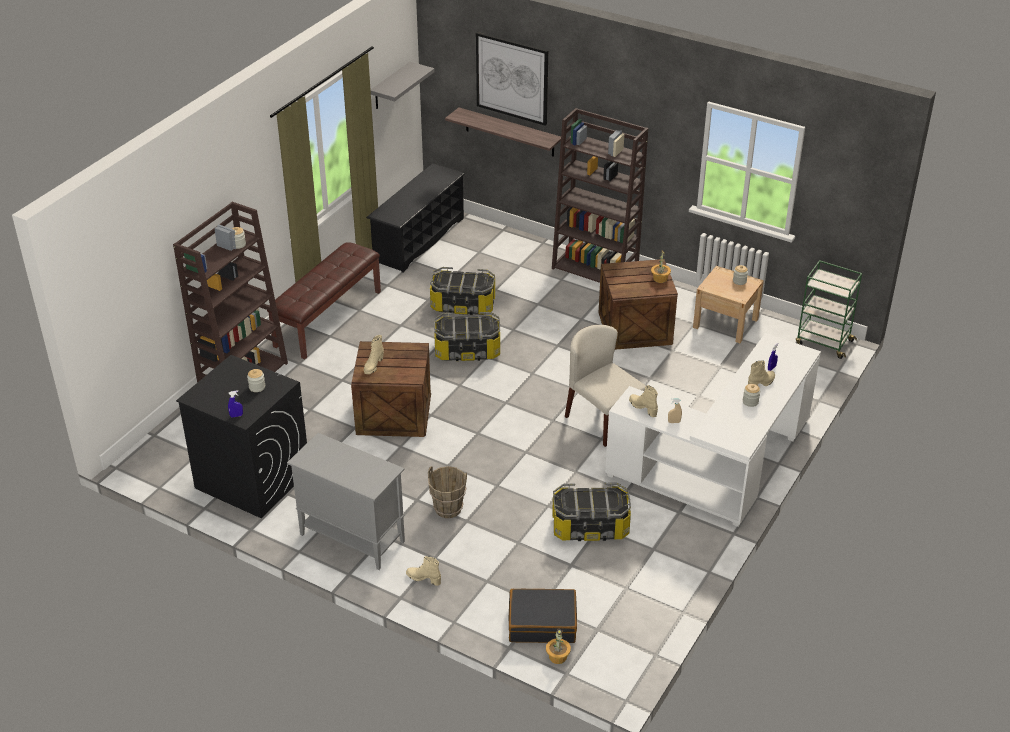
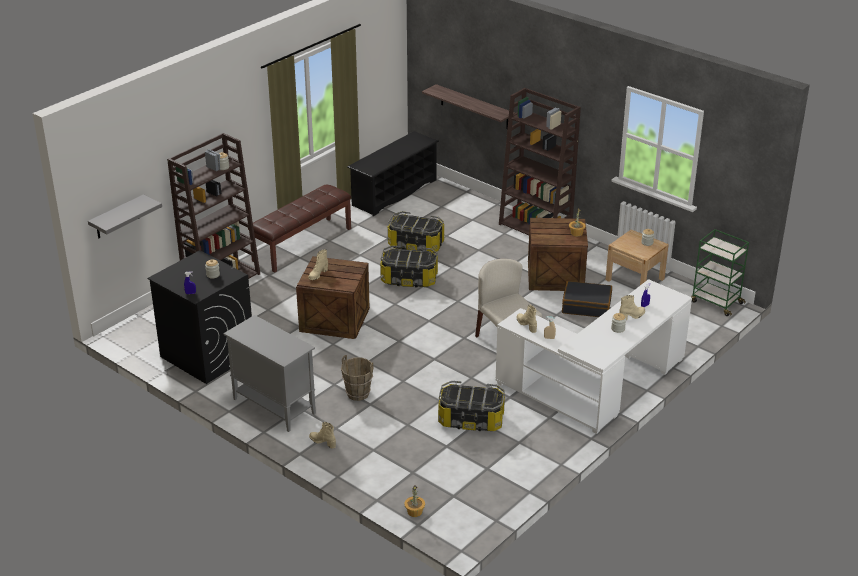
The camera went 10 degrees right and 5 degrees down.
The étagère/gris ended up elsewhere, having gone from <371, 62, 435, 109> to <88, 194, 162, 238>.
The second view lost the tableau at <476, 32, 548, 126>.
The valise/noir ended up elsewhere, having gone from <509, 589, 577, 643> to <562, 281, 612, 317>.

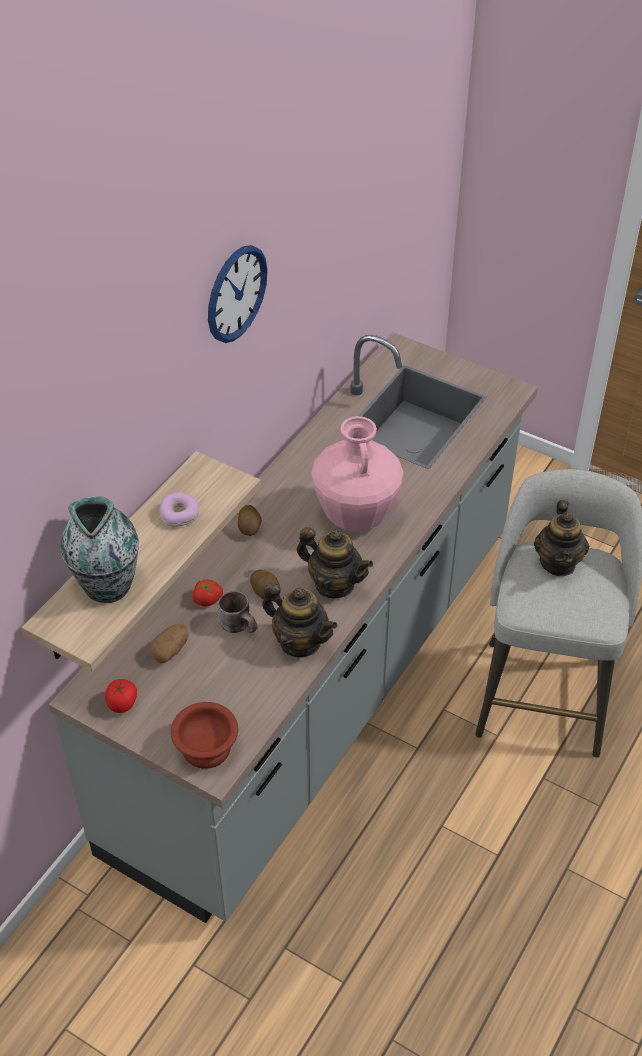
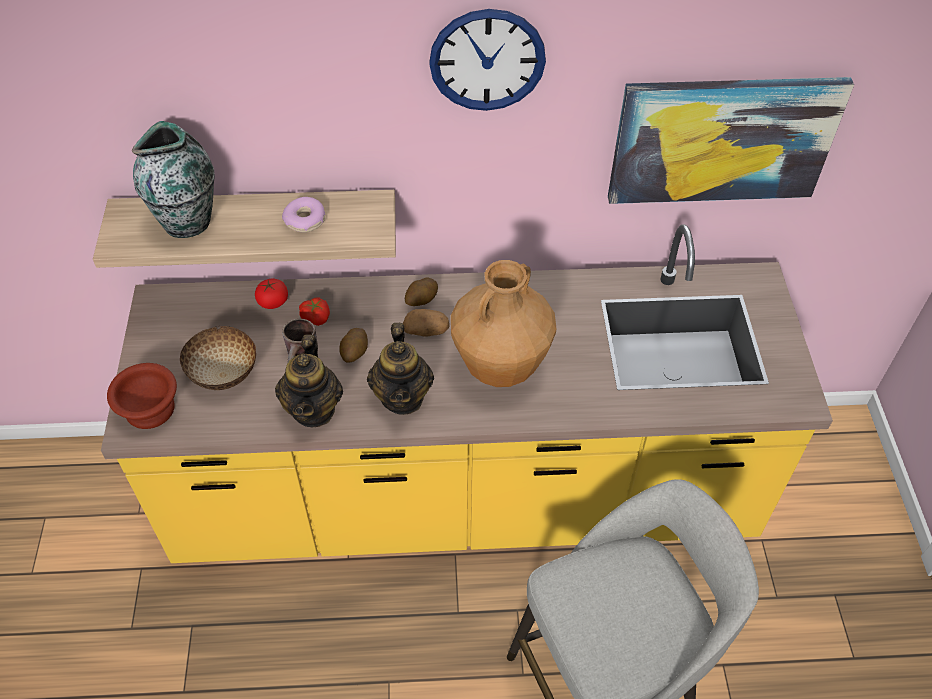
The camera went 55 degrees right and 5 degrees up.
What was the comptoir de cuisine/gris at <49, 332, 538, 923> turned into the comptoir de cuisine/jaune at <101, 225, 833, 563>.
The tomate ended up elsewhere, having gone from <105, 679, 137, 713> to <255, 278, 288, 309>.
The pomme de terre ended up elsewhere, having gone from <150, 624, 188, 664> to <403, 309, 449, 337>.
What was the vase/rose at <311, 416, 403, 532> turned into the vase/marron at <451, 260, 556, 387>.
The second view lost the théière at <534, 500, 589, 576>.
The second view gained the bol at <180, 326, 256, 390>.
The second view gained the tableau at <608, 77, 854, 204>.

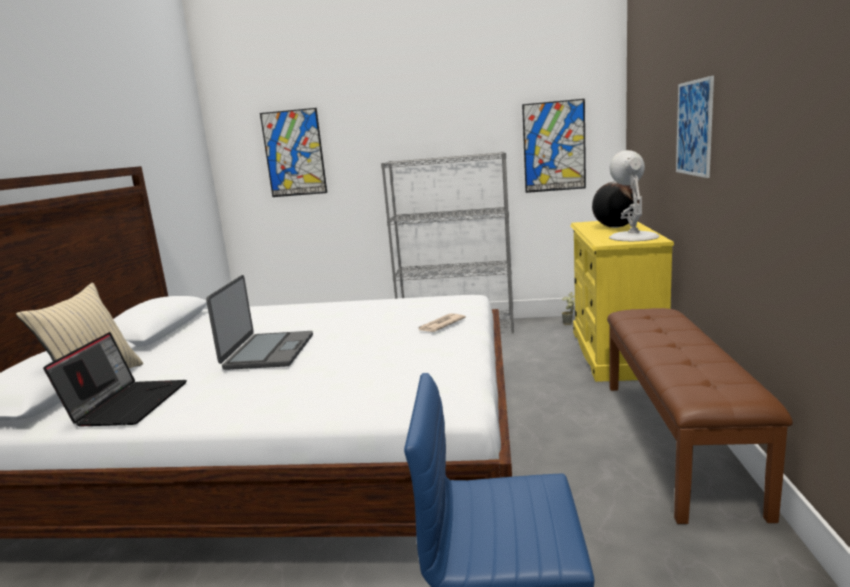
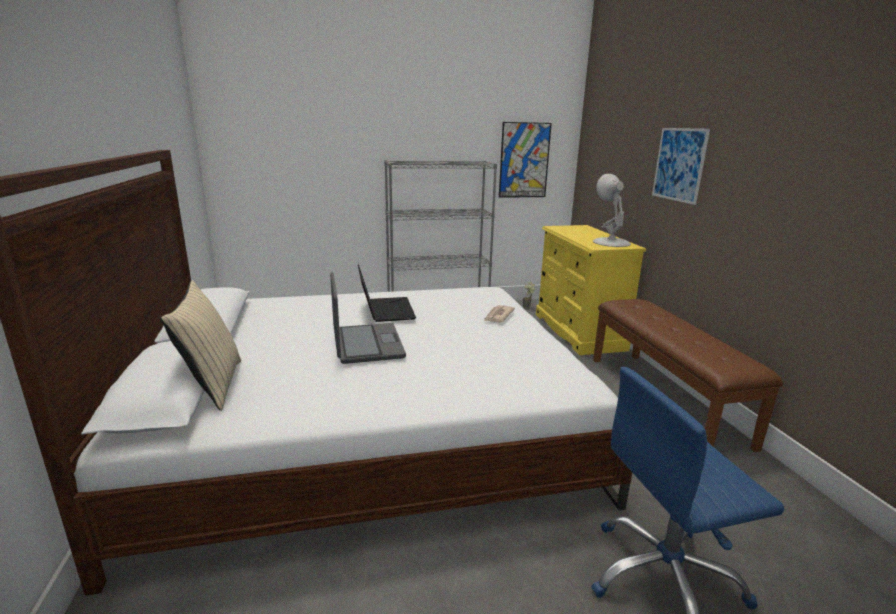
The camera went 20 degrees left and 5 degrees up.
The ordinateur portable ended up elsewhere, having gone from <43, 332, 187, 426> to <358, 264, 416, 322>.
The second view lost the tableau at <260, 108, 327, 197>.
The second view lost the globe at <592, 181, 639, 228>.

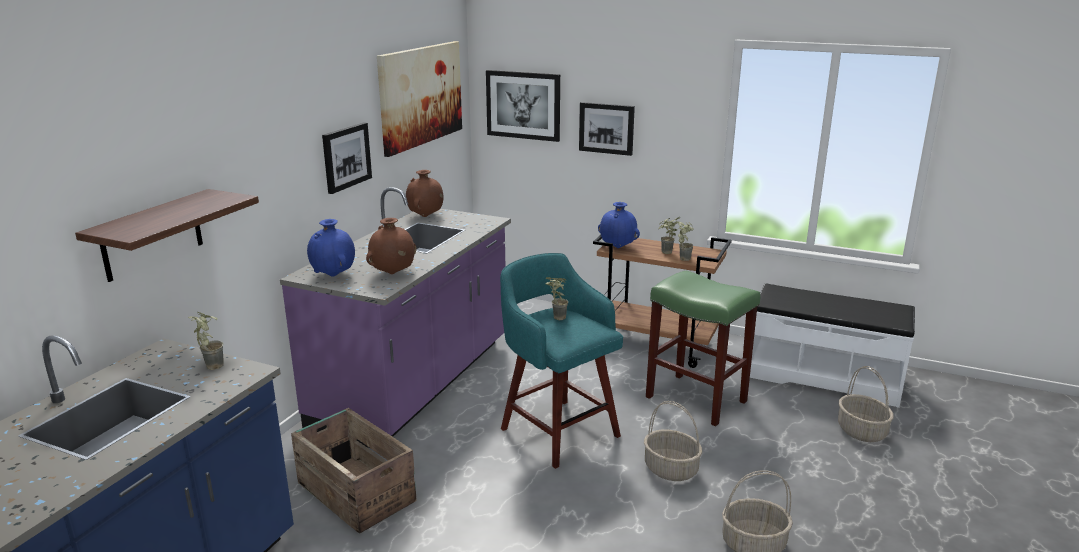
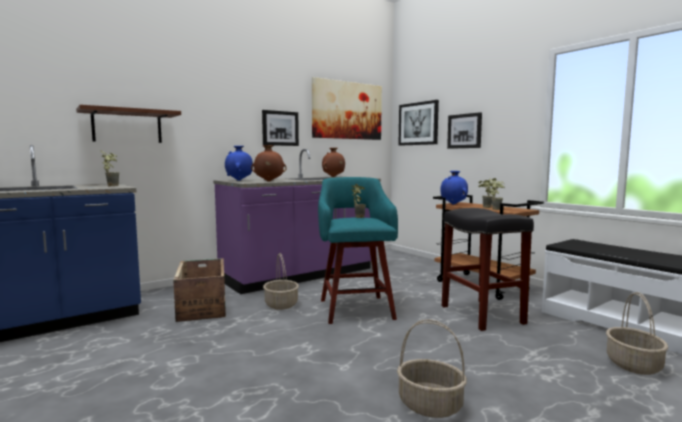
The camera went 30 degrees right and 15 degrees down.
The panier ended up elsewhere, having gone from <644, 401, 702, 481> to <263, 253, 299, 310>.
What was the tabouret/vert at <646, 271, 760, 426> turned into the tabouret/noir at <442, 208, 534, 331>.

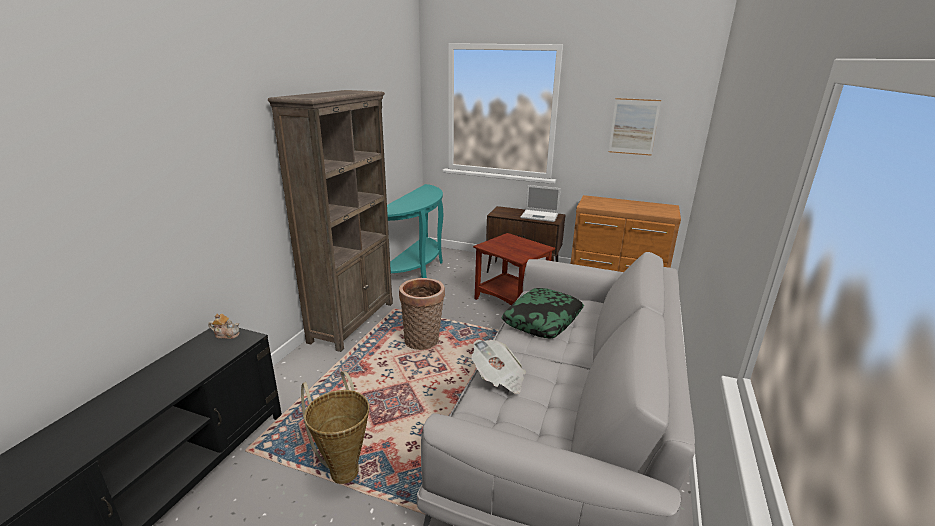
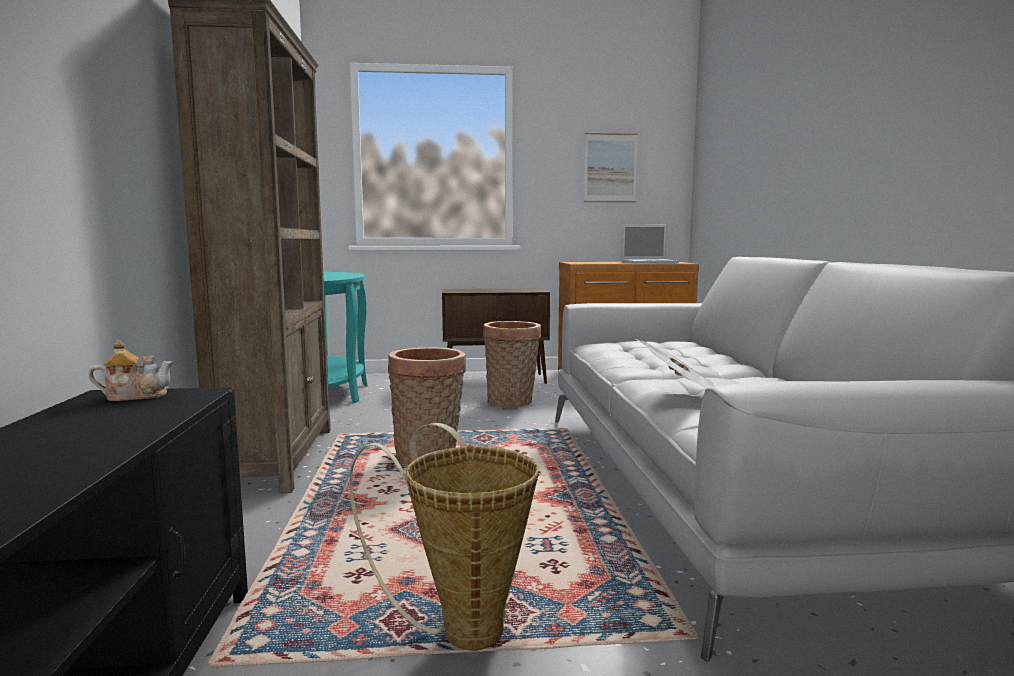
The camera went 25 degrees left and 15 degrees down.
Where the table d'appoint/marron stood at <473, 233, 555, 305>, the panier came to stand at <483, 321, 541, 408>.
The second view lost the coussin at <501, 288, 584, 338>.
The ordinateur portable ended up elsewhere, having gone from <520, 185, 561, 222> to <621, 224, 679, 263>.

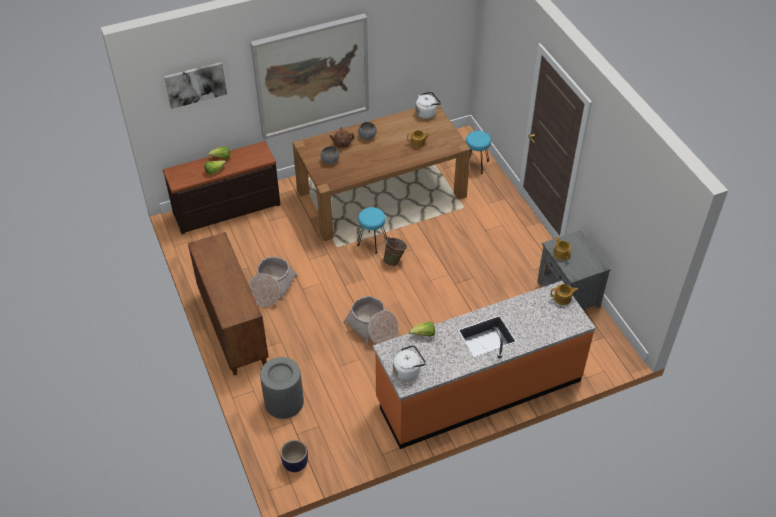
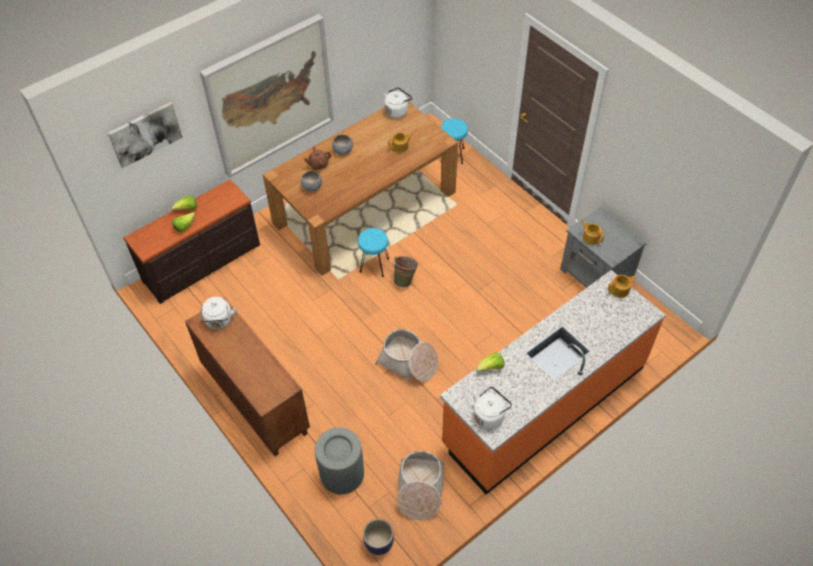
The camera went 15 degrees left and 5 degrees up.
The panier ended up elsewhere, having gone from <249, 257, 298, 307> to <397, 451, 445, 520>.
The second view gained the bouilloire/blanc at <200, 297, 236, 329>.

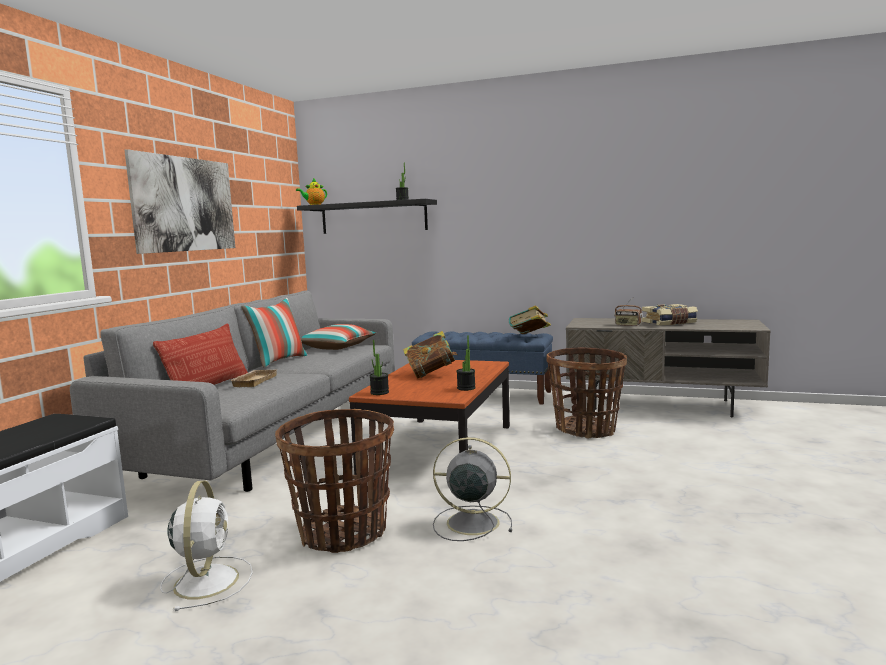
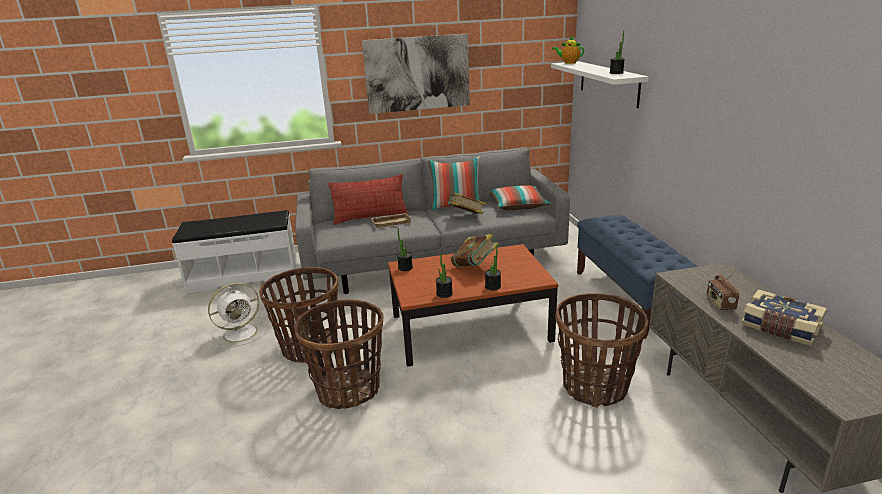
The camera went 60 degrees right and 15 degrees up.
What was the étagère/noir at <297, 199, 437, 234> turned into the étagère/blanc at <551, 61, 649, 108>.
Where the ventilateur/gris stood at <433, 437, 512, 541>, the panier came to stand at <294, 300, 383, 410>.
The livre ended up elsewhere, having gone from <509, 305, 551, 334> to <447, 193, 486, 214>.
The second view gained the plante en pot at <485, 245, 501, 291>.

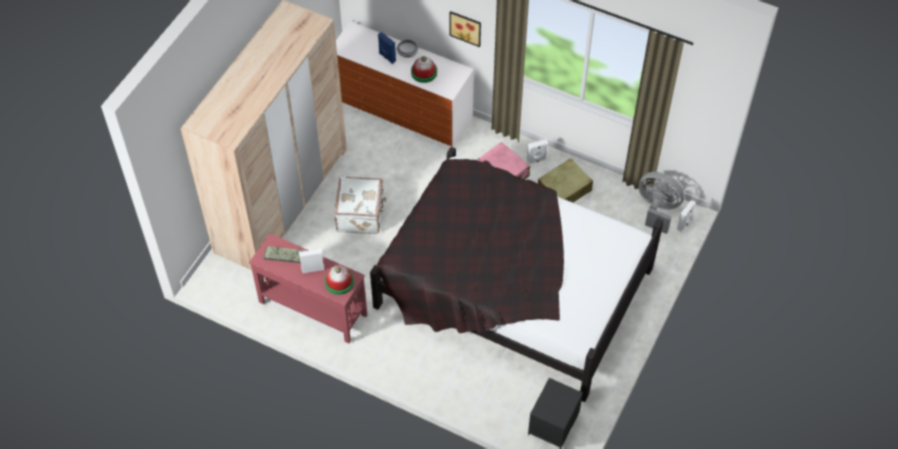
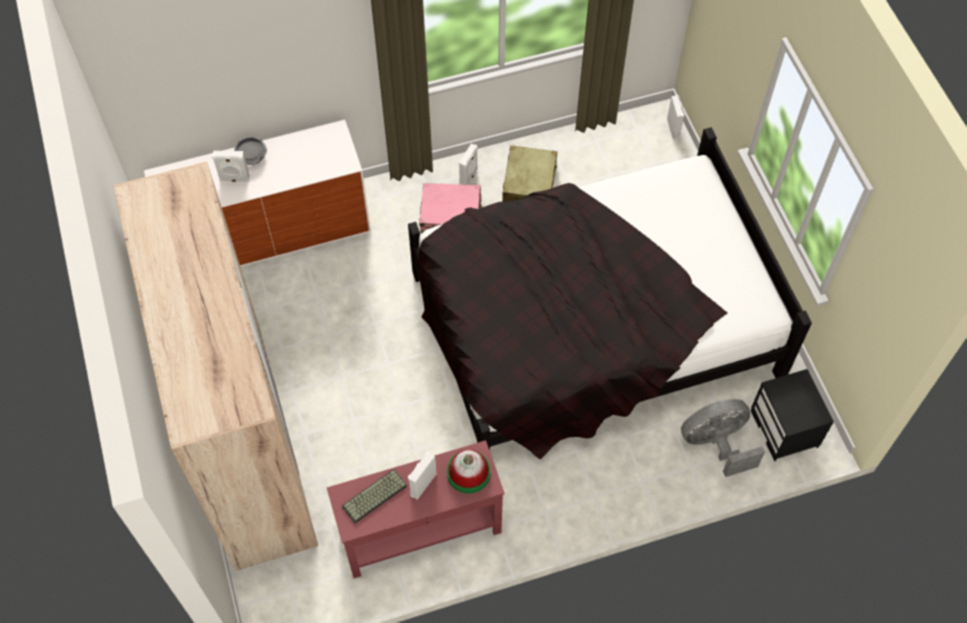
The camera went 45 degrees left and 5 degrees up.
The second view lost the valise/blanc at <334, 176, 386, 234>.
What was the enceinte/bleu at <378, 32, 396, 64> turned into the enceinte/blanc at <212, 151, 250, 182>.
The second view lost the chapeau at <411, 56, 437, 83>.
The second view lost the tableau at <449, 11, 481, 47>.
The ventilateur/gris ended up elsewhere, having gone from <639, 172, 685, 234> to <681, 399, 765, 477>.

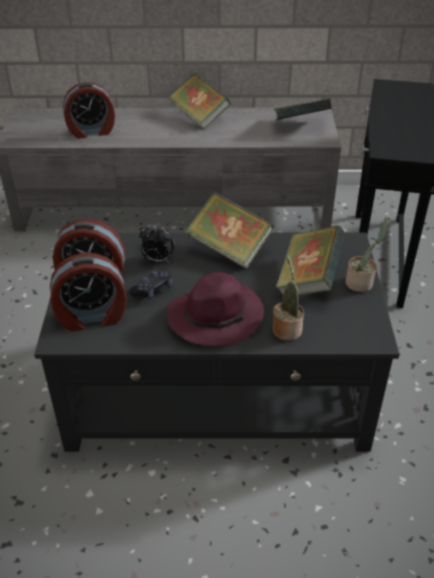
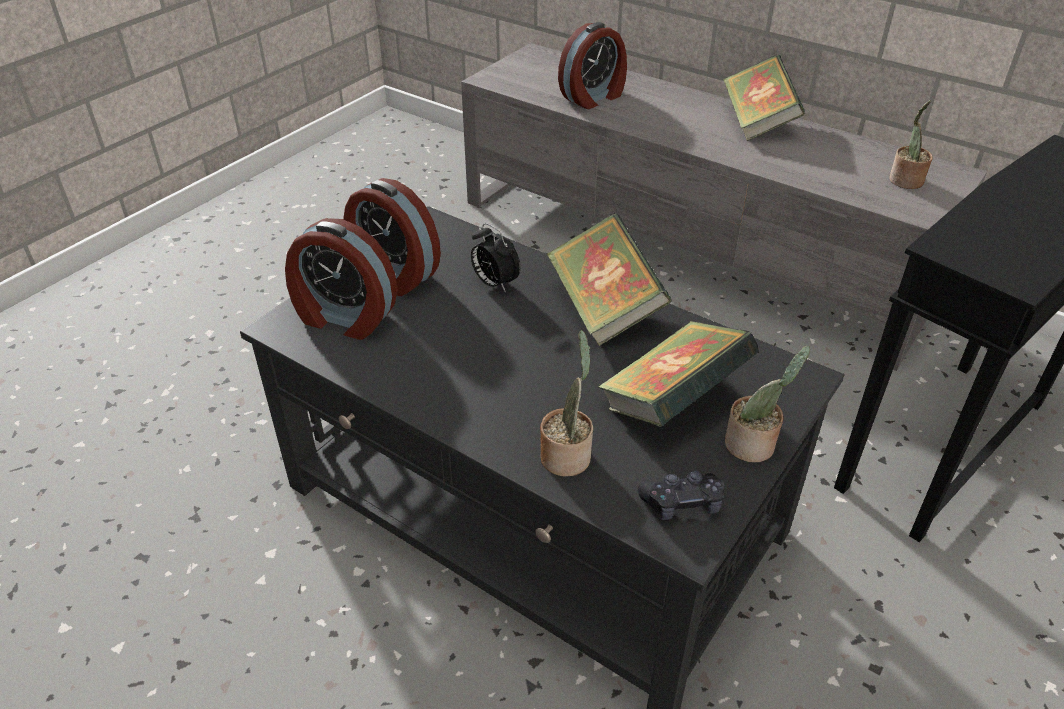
The camera went 35 degrees right and 0 degrees up.
The réveil at <63, 82, 115, 139> ended up facing another way, 60 degrees counterclockwise from before.
The manette/noir ended up elsewhere, having gone from <129, 270, 173, 300> to <638, 471, 725, 520>.
The second view lost the chapeau/violet at <167, 272, 264, 346>.
Where the livre stood at <274, 98, 332, 121>, the plante en pot came to stand at <889, 100, 933, 189>.

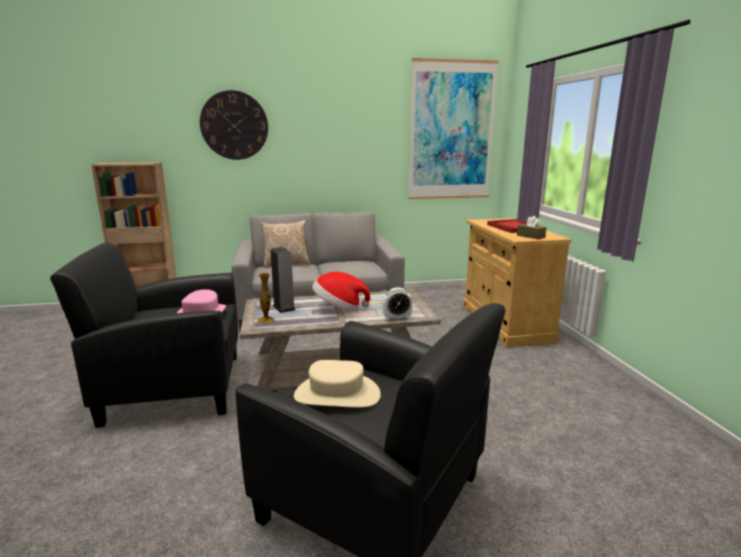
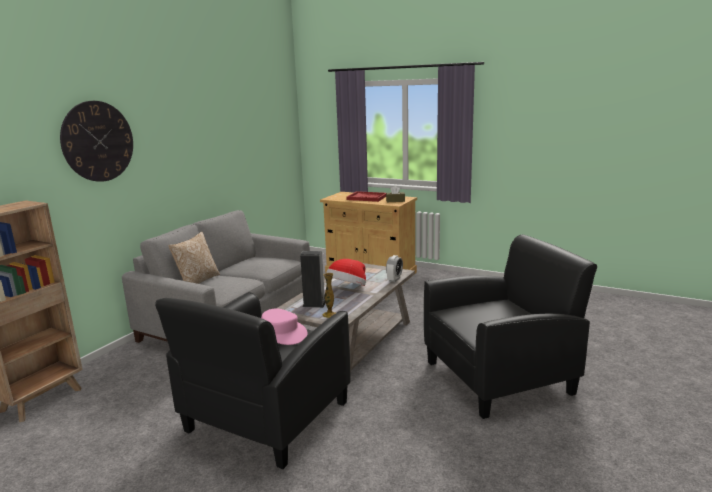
The camera went 50 degrees left and 0 degrees up.
The second view lost the chapeau/beige at <294, 360, 381, 408>.
The second view lost the tableau at <408, 58, 499, 199>.

